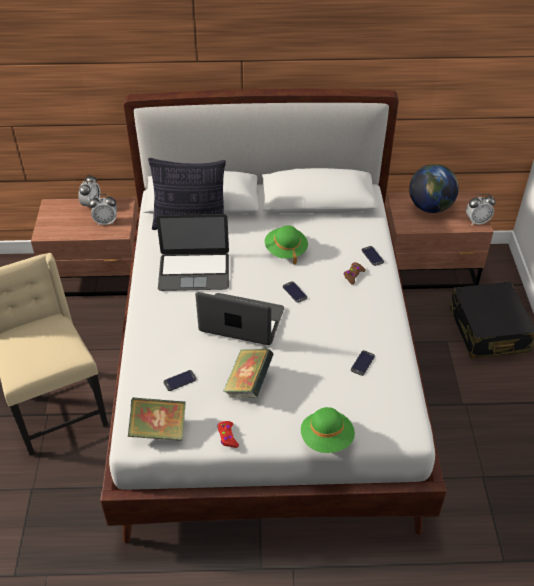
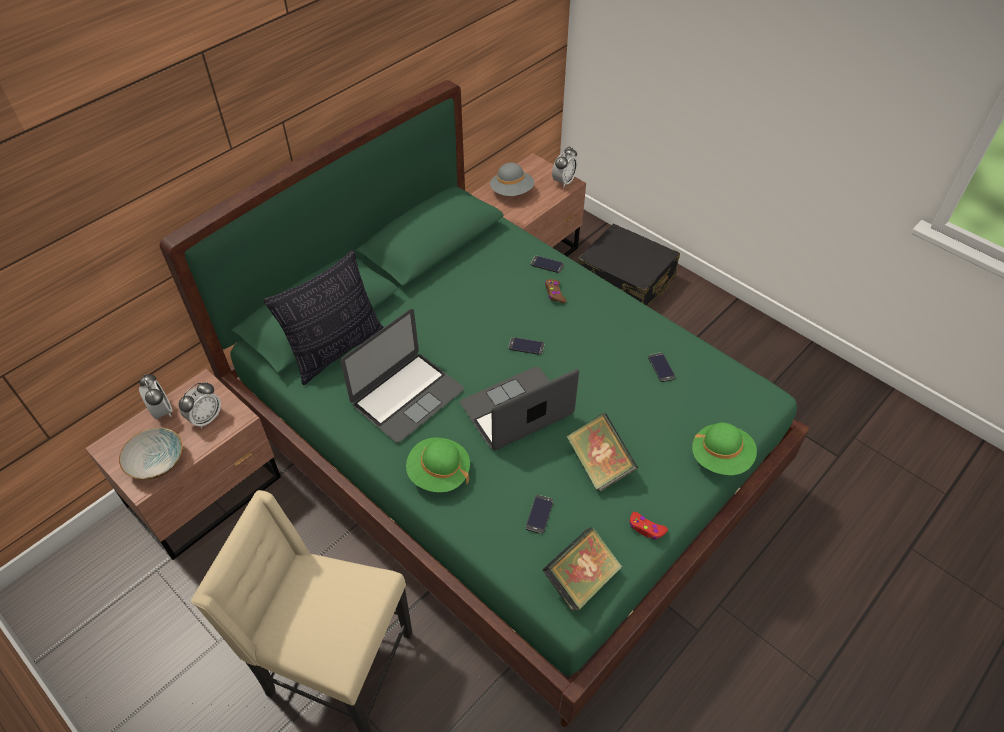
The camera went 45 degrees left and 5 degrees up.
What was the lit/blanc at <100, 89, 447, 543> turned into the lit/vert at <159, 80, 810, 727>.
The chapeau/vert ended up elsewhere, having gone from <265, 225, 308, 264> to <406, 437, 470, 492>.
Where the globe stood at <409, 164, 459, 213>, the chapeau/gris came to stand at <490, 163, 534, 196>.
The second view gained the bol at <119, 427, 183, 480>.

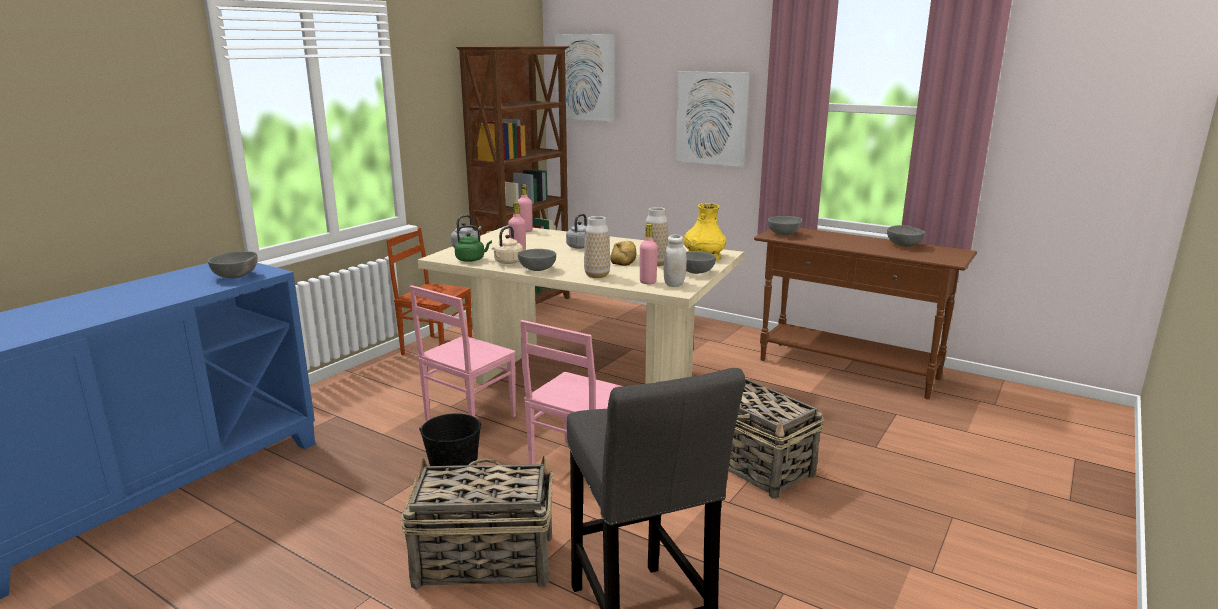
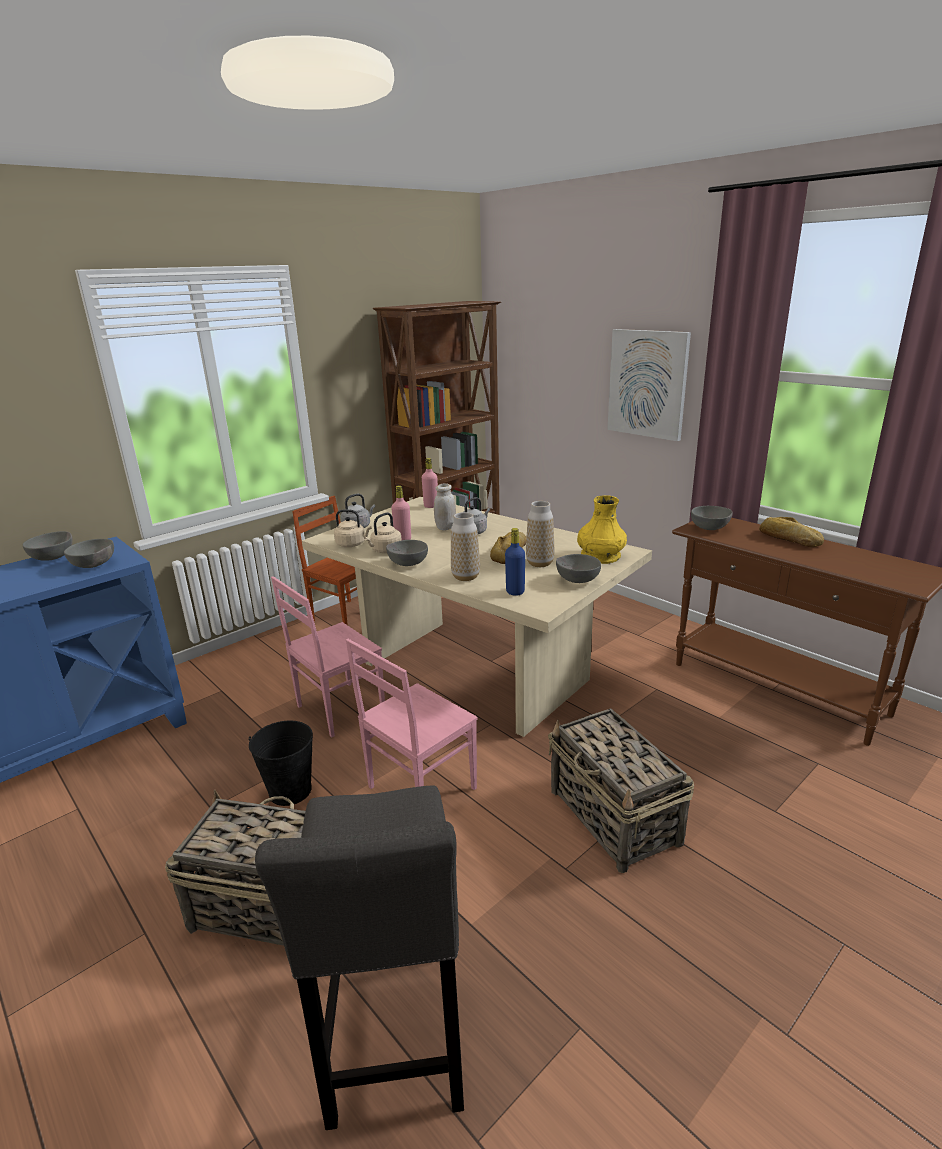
The camera went 15 degrees right and 5 degrees up.
What was the bouilloire/vert at <455, 225, 492, 262> turned into the bouilloire/beige at <334, 509, 372, 547>.
The second view lost the tableau at <555, 34, 615, 122>.
What was the bouteille/rose at <640, 224, 658, 284> turned into the bouteille/bleu at <505, 528, 525, 596>.
The bocal/blanc ended up elsewhere, having gone from <664, 235, 687, 287> to <434, 483, 456, 531>.
The bol/gris ended up elsewhere, having gone from <887, 225, 925, 247> to <23, 531, 73, 561>.
The second view gained the pain at <759, 517, 824, 547>.

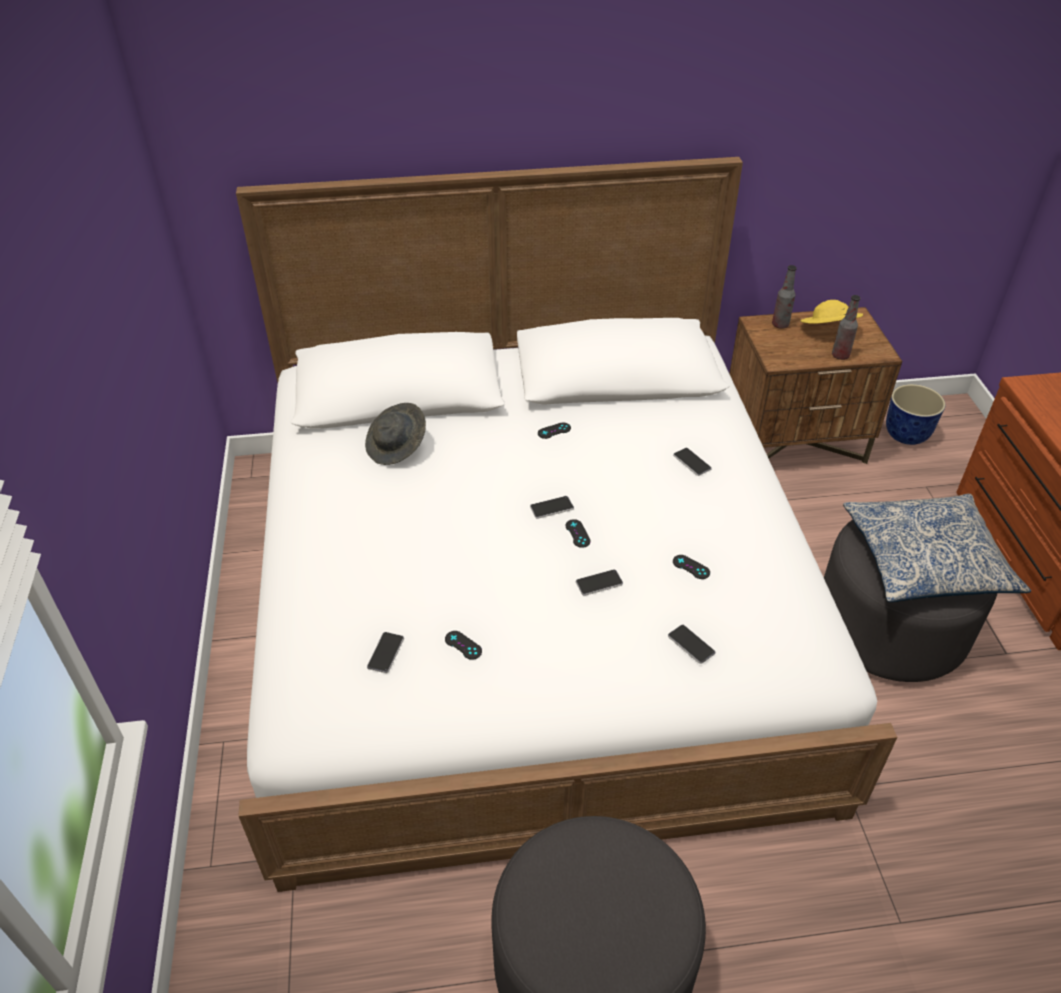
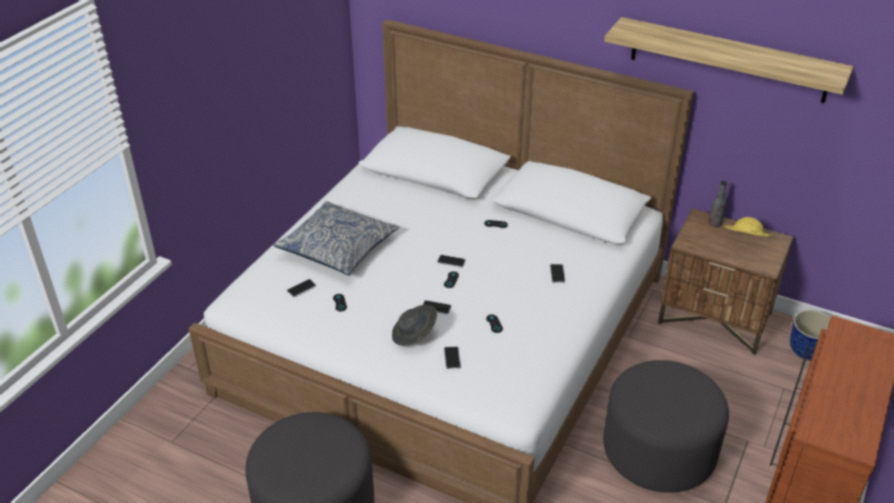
The camera went 35 degrees right and 5 degrees down.
The chapeau/gris ended up elsewhere, having gone from <365, 403, 426, 465> to <392, 305, 437, 346>.
The second view lost the bouteille at <832, 295, 860, 360>.
The coussin ended up elsewhere, having gone from <843, 494, 1031, 602> to <273, 201, 399, 276>.
The second view gained the étagère at <604, 17, 854, 103>.

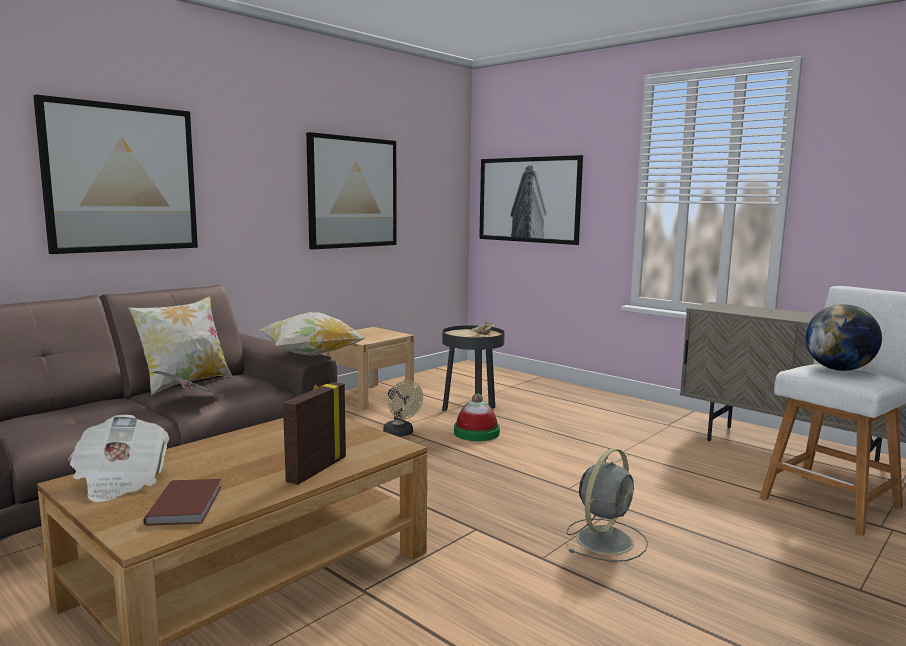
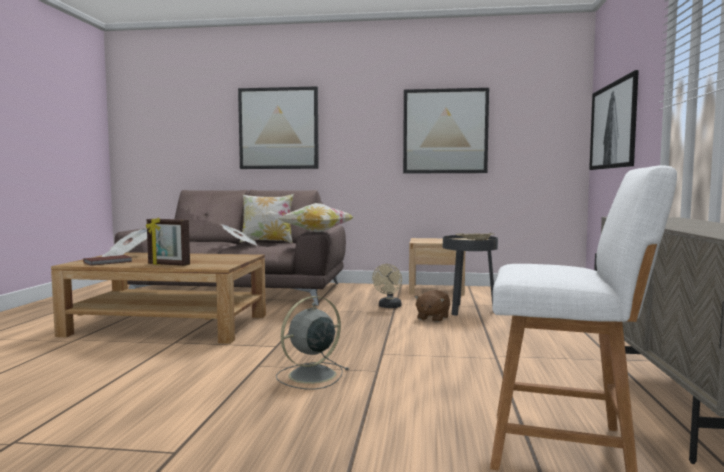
The camera went 55 degrees right and 5 degrees down.
The cadre photo at <283, 382, 346, 485> ended up facing another way, 150 degrees counterclockwise from before.
Where the chapeau stood at <454, 394, 500, 441>, the peluche/marron came to stand at <414, 290, 450, 322>.
The ventilateur/gris at <567, 448, 648, 562> ended up facing another way, 135 degrees clockwise from before.
The second view lost the globe at <805, 304, 882, 371>.

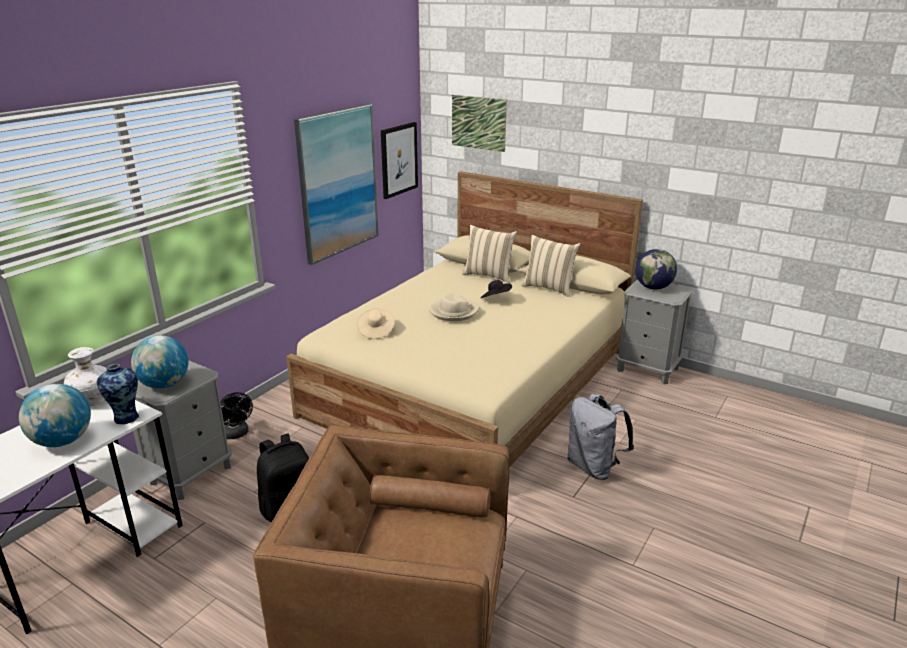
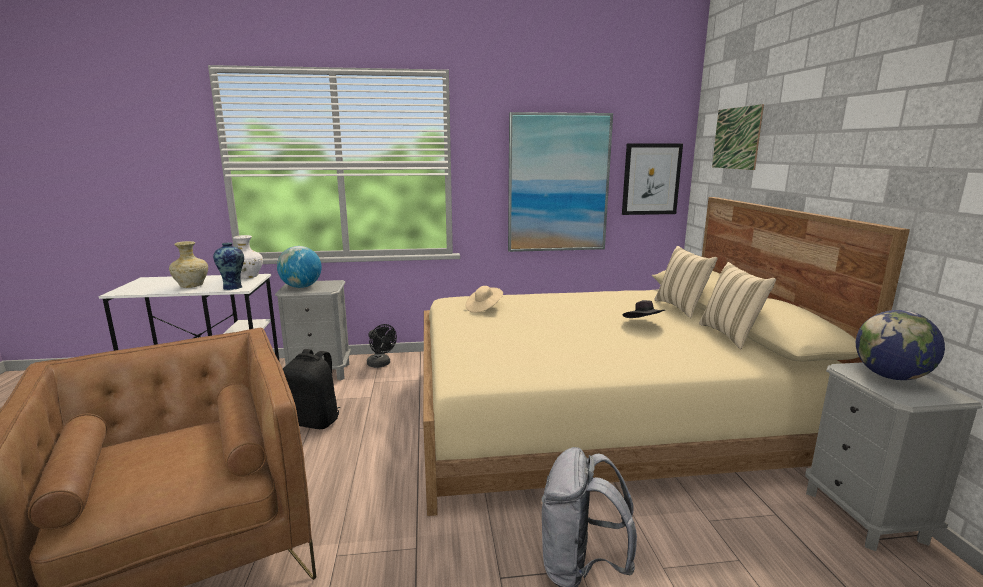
The camera went 50 degrees right and 10 degrees down.
Where the globe stood at <19, 384, 91, 447>, the vase/beige came to stand at <169, 241, 208, 288>.
The ventilateur/noir at <220, 392, 253, 439> ended up facing another way, 60 degrees counterclockwise from before.
The second view lost the chapeau/beige at <429, 293, 480, 321>.

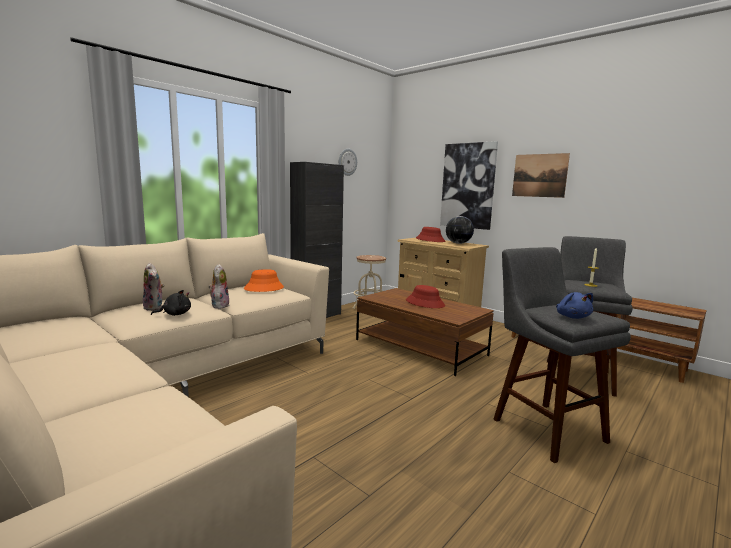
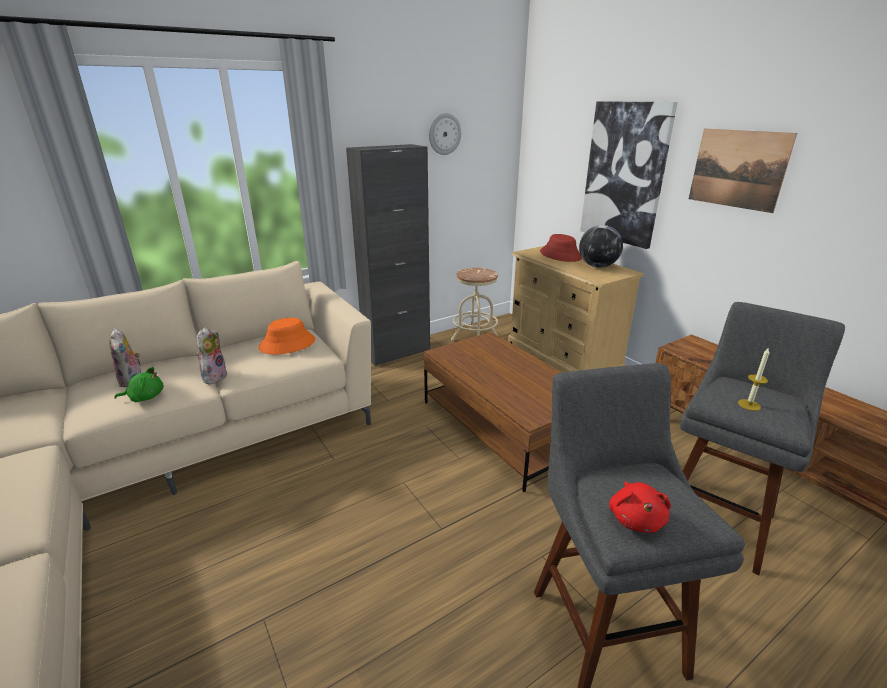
The camera went 15 degrees right and 15 degrees up.
What was the peluche/noir at <151, 290, 191, 316> turned into the peluche/vert at <114, 367, 164, 402>.
The second view lost the chapeau/rouge at <406, 285, 445, 308>.
What was the peluche/bleu at <556, 292, 593, 319> turned into the peluche/rouge at <609, 482, 671, 533>.

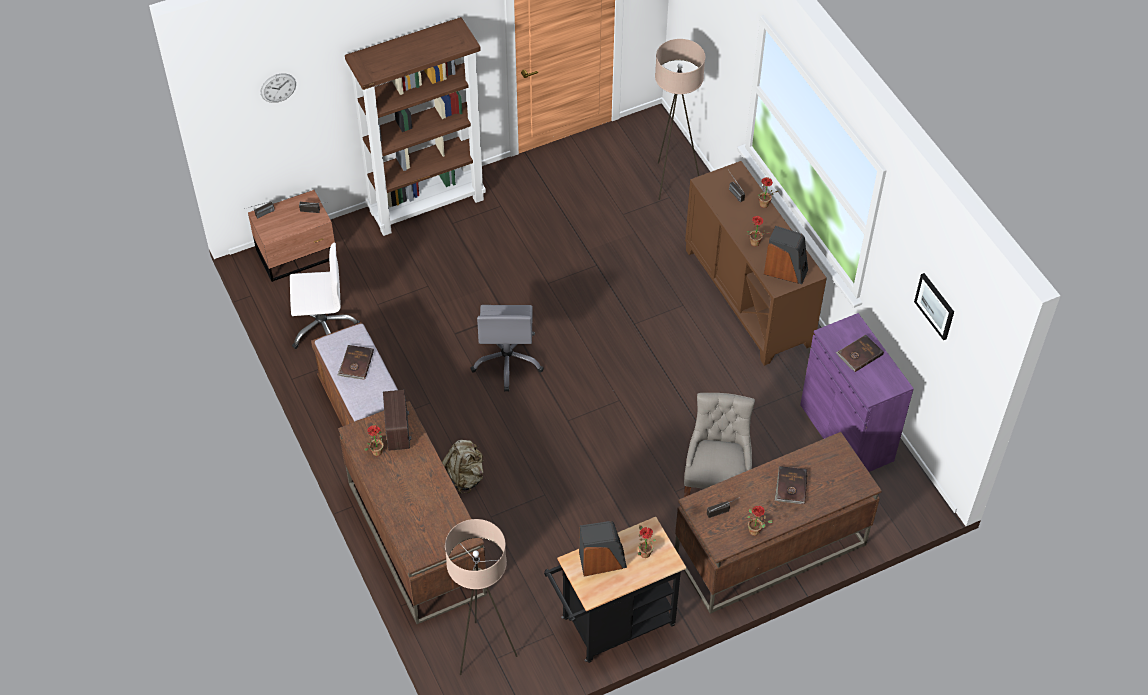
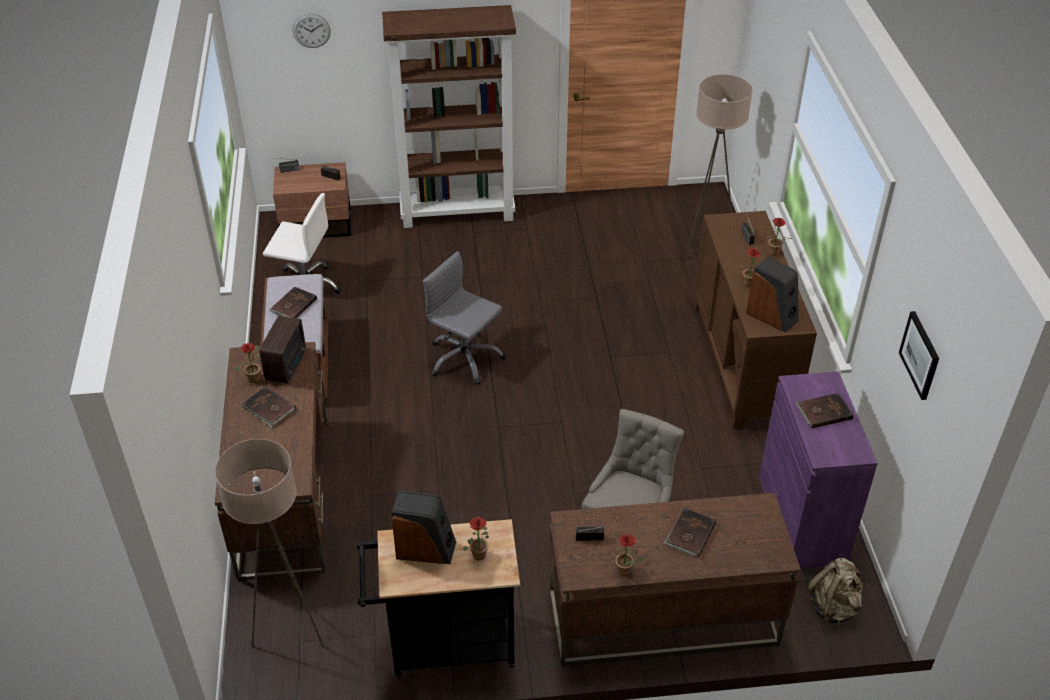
The camera went 20 degrees right and 10 degrees down.
The sac à dos/beige ended up elsewhere, having gone from <442, 440, 483, 494> to <807, 558, 863, 627>.
The chaise de bureau/gris at <470, 305, 544, 392> ended up facing another way, 105 degrees clockwise from before.
The second view gained the livre/marron at <242, 387, 296, 428>.

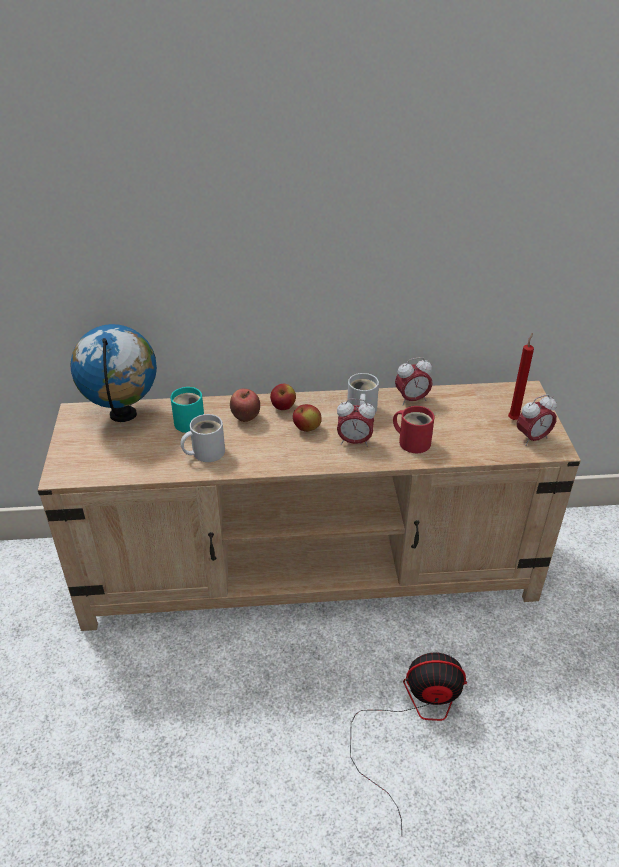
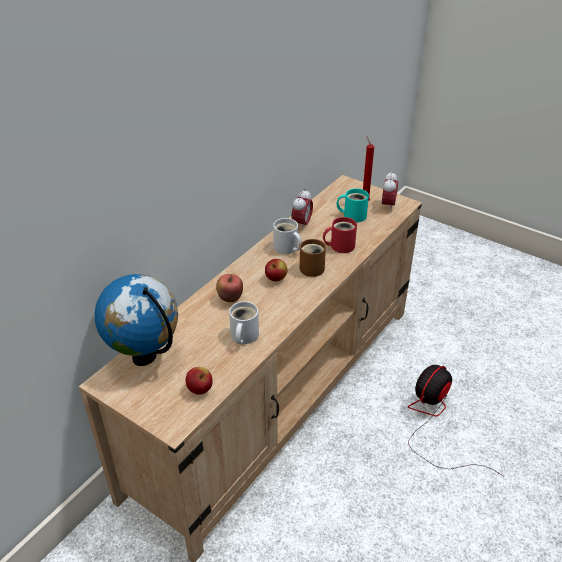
The camera went 50 degrees left and 0 degrees up.
The mug/turquoise ended up elsewhere, having gone from <170, 387, 204, 433> to <337, 188, 369, 223>.
The pomme ended up elsewhere, having gone from <270, 384, 296, 410> to <185, 367, 213, 395>.
Where the réveil stood at <337, 398, 375, 447>, the mug/marron came to stand at <299, 239, 326, 277>.

